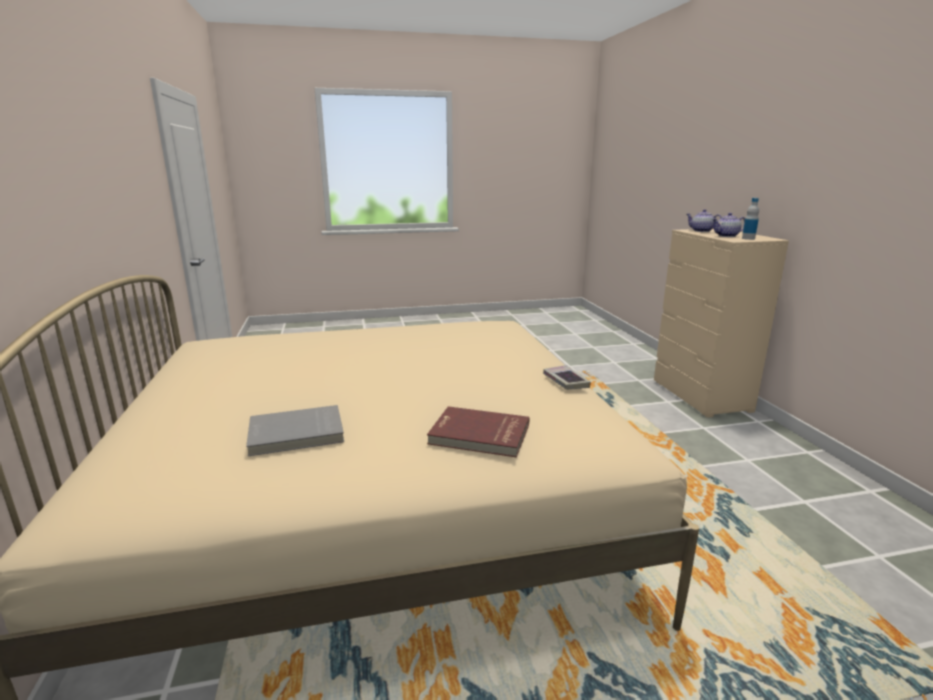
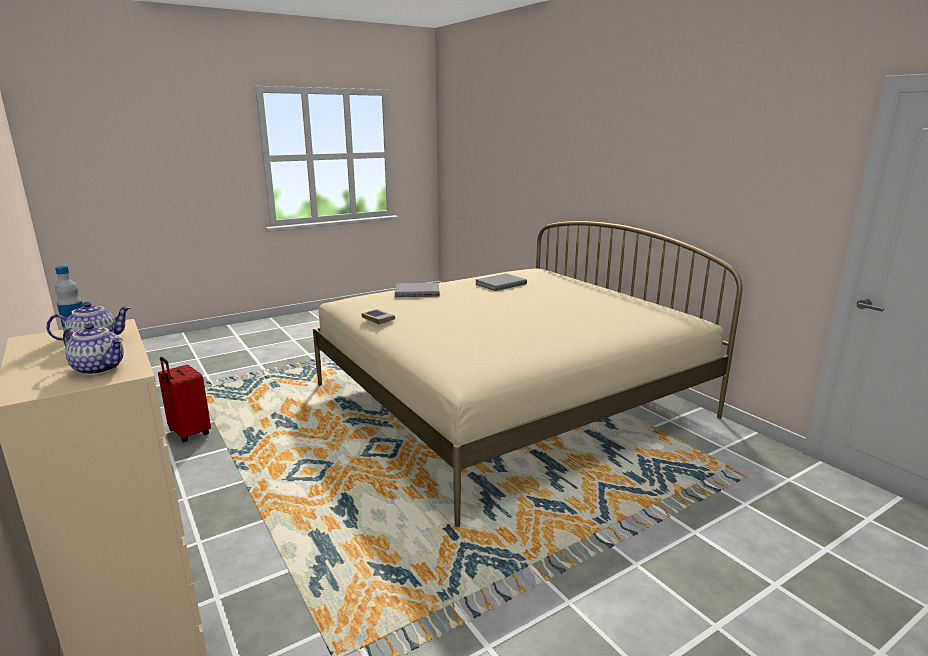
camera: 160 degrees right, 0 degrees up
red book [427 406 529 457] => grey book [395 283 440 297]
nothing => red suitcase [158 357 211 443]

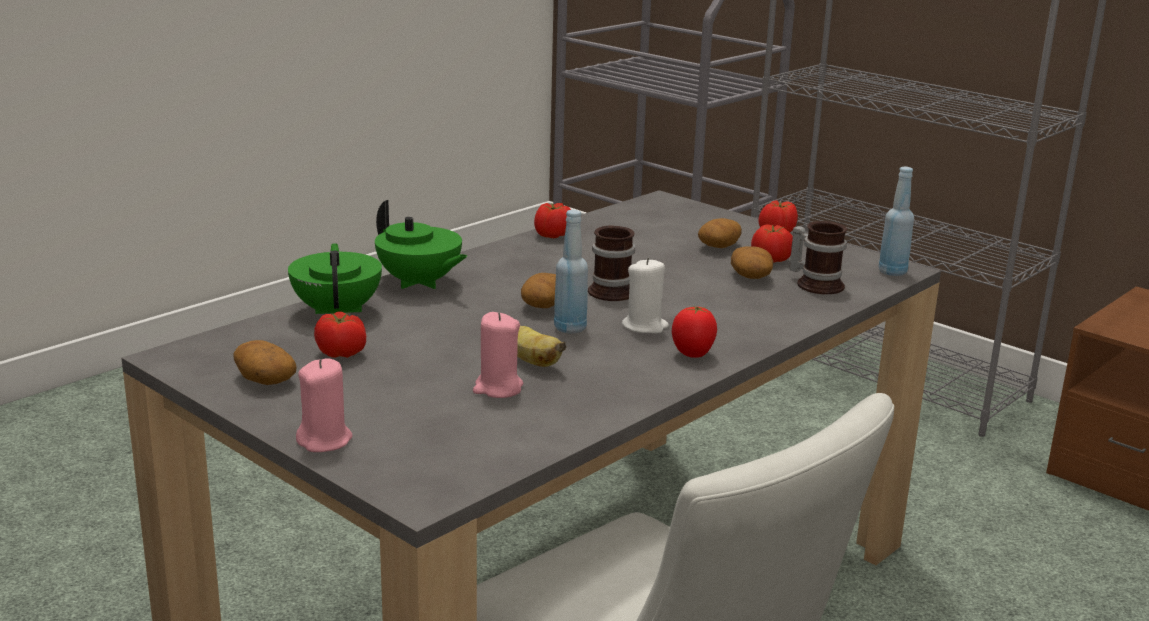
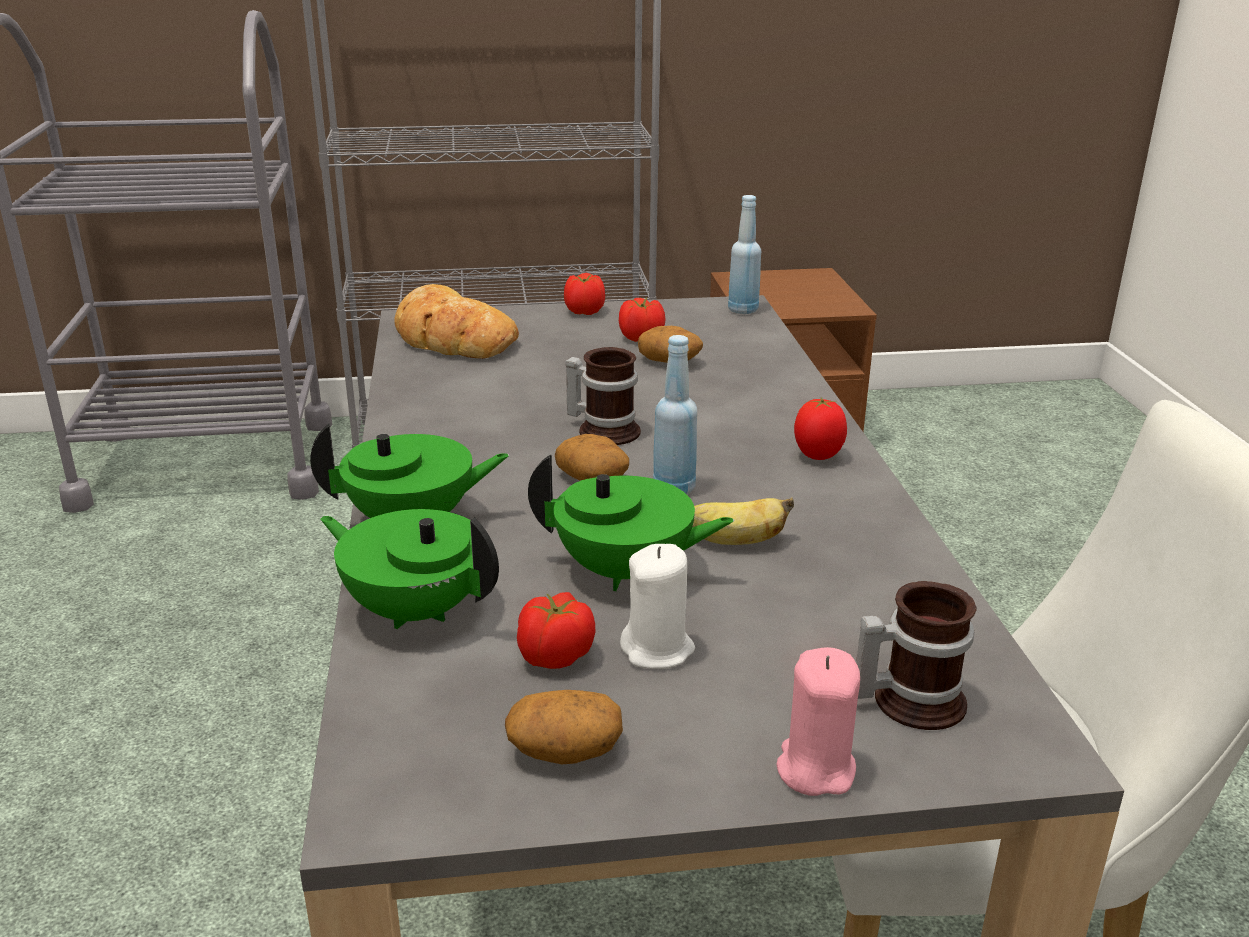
camera: 50 degrees left, 5 degrees up
tomato [534 203 571 238] => nothing
potato [698 218 742 248] => nothing
mug [790 221 847 294] => mug [856 581 977 730], shifted
white candle [622 258 669 334] => white candle [620 544 695 669], shifted
pink candle [473 312 523 398] => nothing
nothing => bread [394 284 519 359]
nothing => green teapot [528 454 735 591]

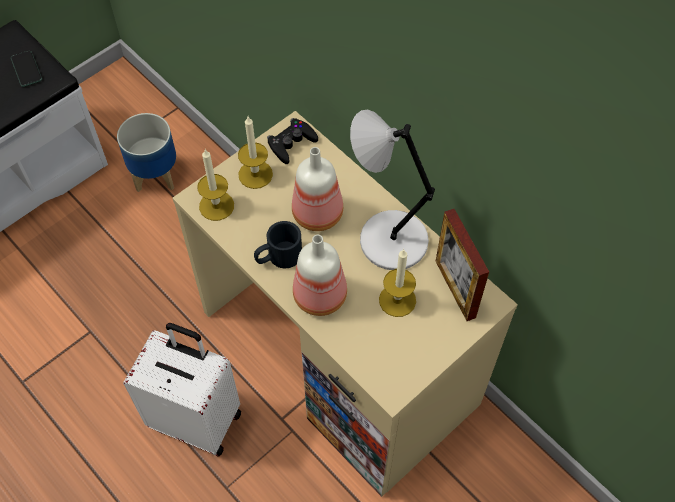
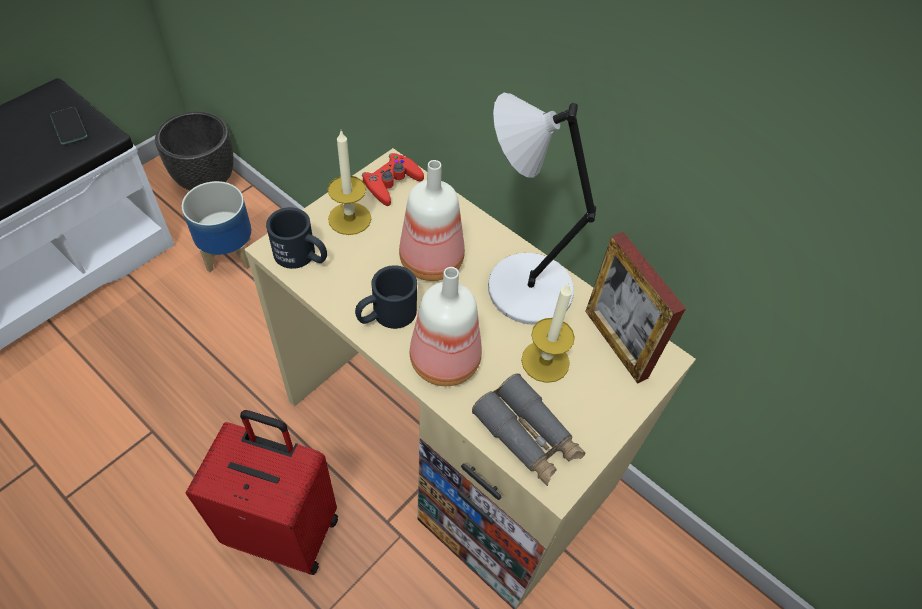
camera: 10 degrees left, 5 degrees down
black game controller [267 118 318 164] => red game controller [362 153 424 206]
candle [197 150 234 221] => black mug [266 207 327 269]
white suitcase [123 323 241 456] => red suitcase [185 410 338 575]
nothing => black planter [155 111 234 190]
nothing => grey binoculars [472 373 586 486]

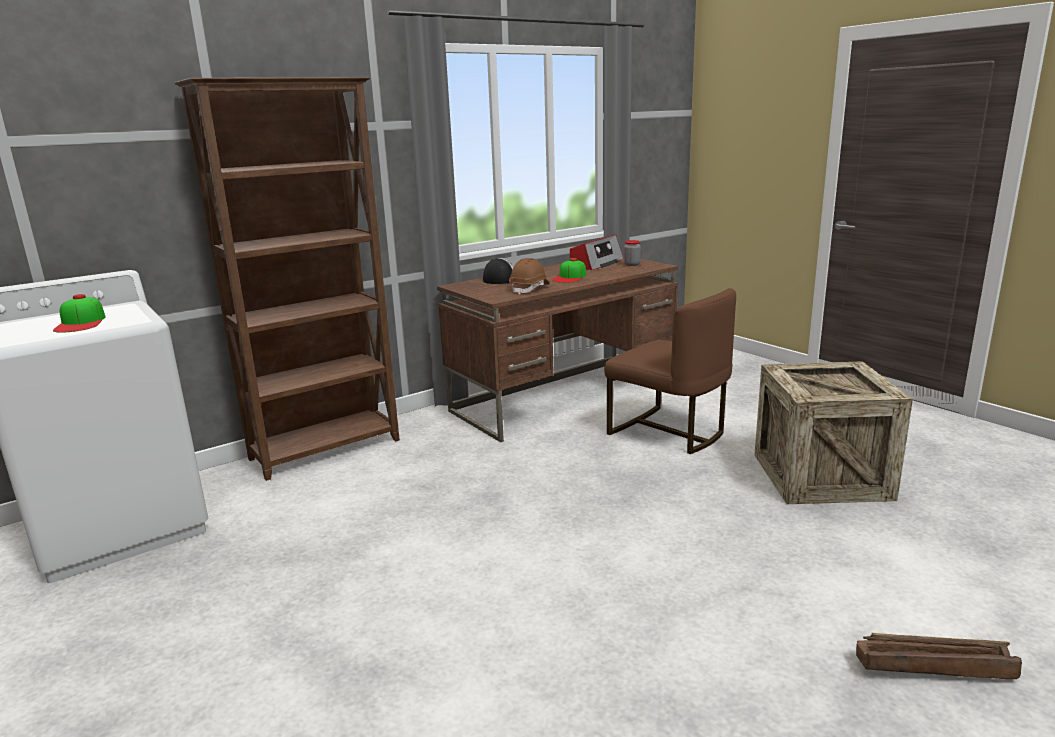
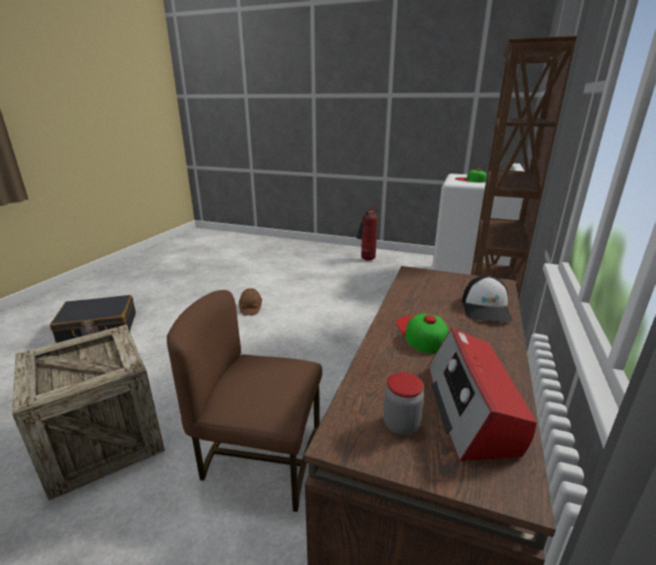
camera: 145 degrees right, 5 degrees up
brown hard hat [509 258 550 295] => brown hard hat [239 288 262 316], shifted
crate [856 633 1022 679] => black suitcase [50 295 136 343]
nothing => fire extinguisher [357 205 378 260]

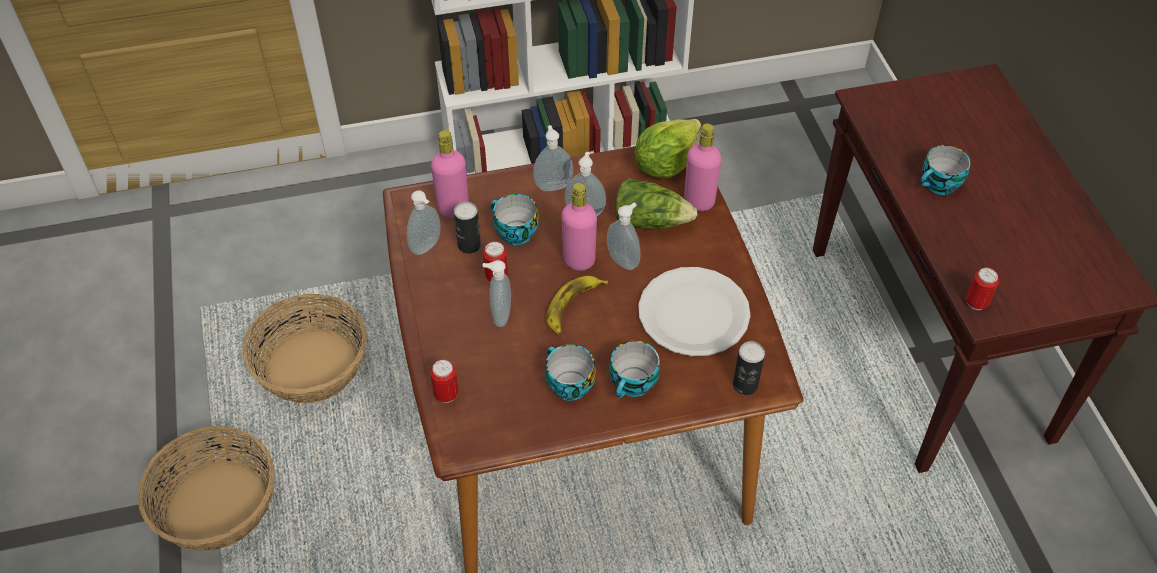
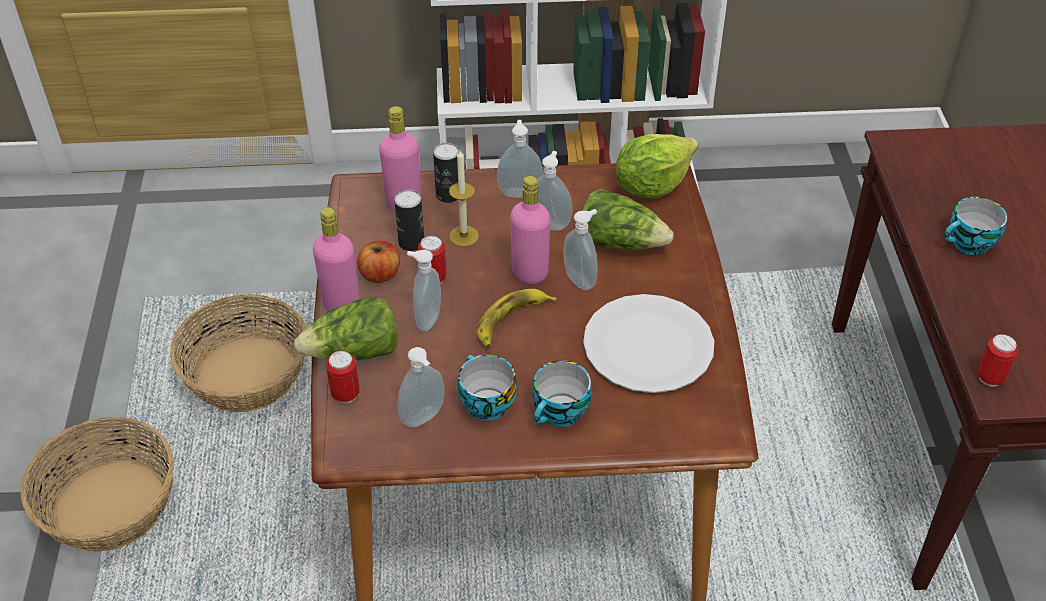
camera: 10 degrees right, 5 degrees down
pink bottle [684 123 722 211] => pink bottle [313 207 359 312], shifted
soap dispenser [407 190 441 255] => soap dispenser [398 347 445 427], shifted
cup [490 194 539 245] => candle [449 150 479 247]
can [733 341 765 395] => can [433 143 459 203], shifted
nothing => apple [357 241 400 283]
nothing => lettuce [294 297 398 360]

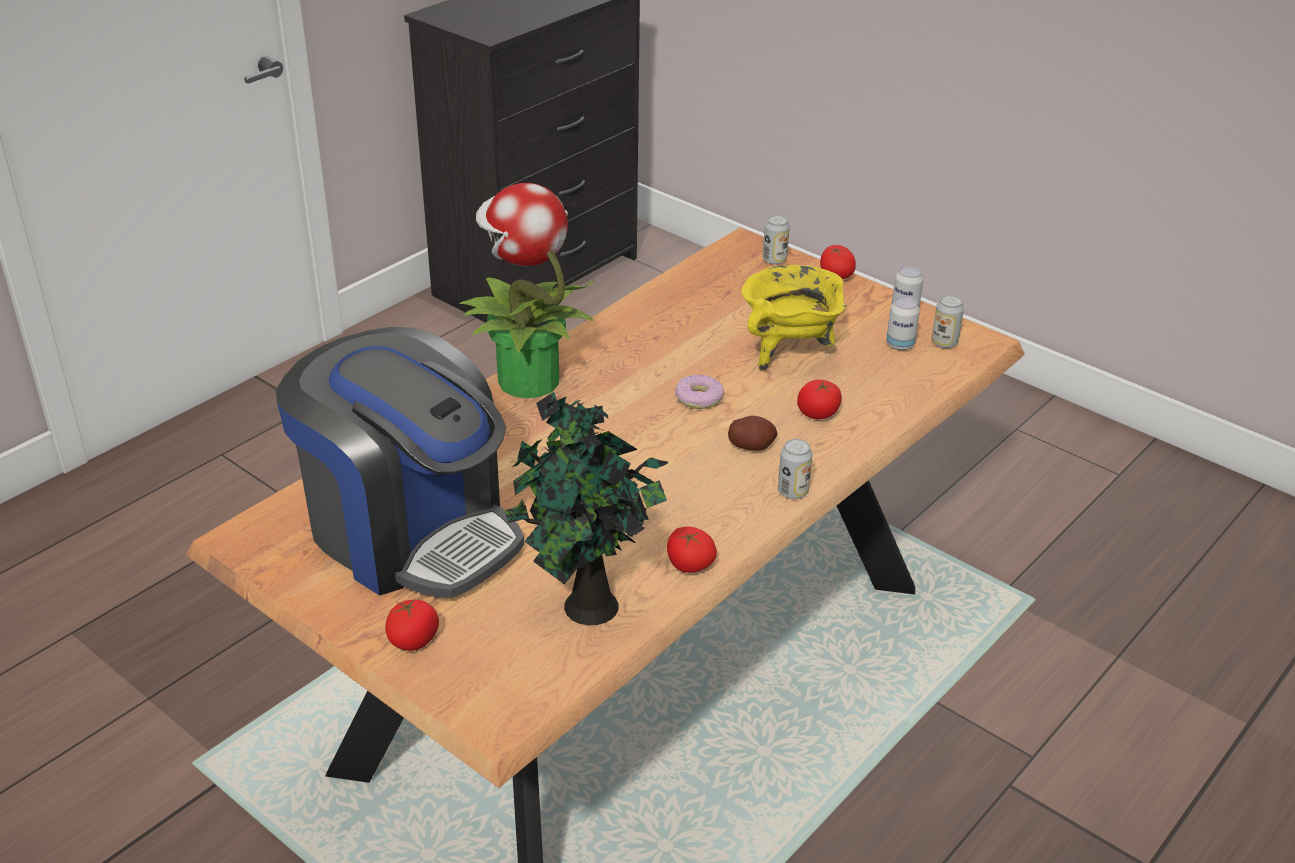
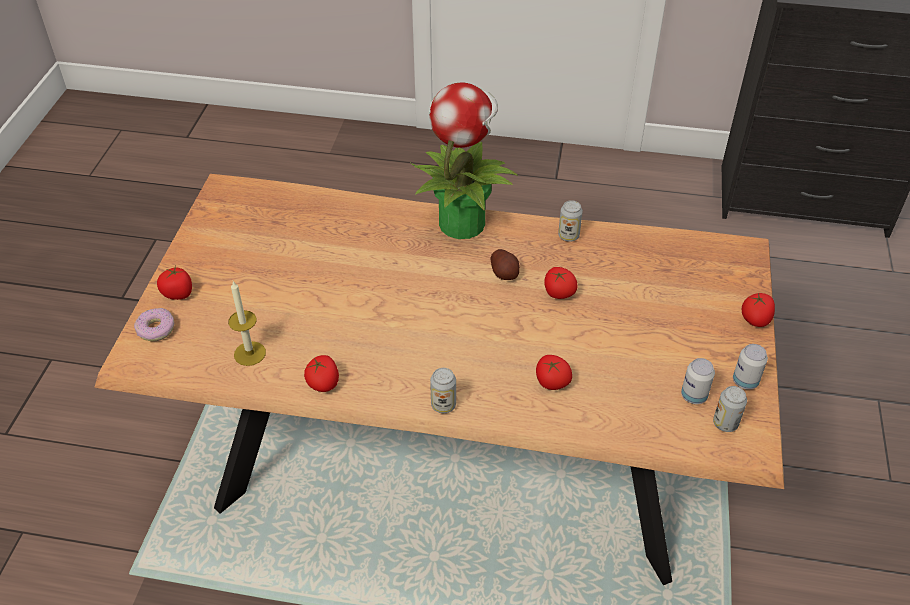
camera: 60 degrees right, 10 degrees up
can [763 215 790 265] => can [558 200 583 242], shifted
yellow cooking pot [741 265 847 371] => nothing
coffee machine [276 327 524 598] => nothing
donut [675 375 724 409] => donut [134 308 174 341], shifted
potted plant [505 392 668 625] => candle [228 281 266 366]
potato [728 416 778 450] => potato [490 249 520 280], shifted
nothing => tomato [544 267 577 299]

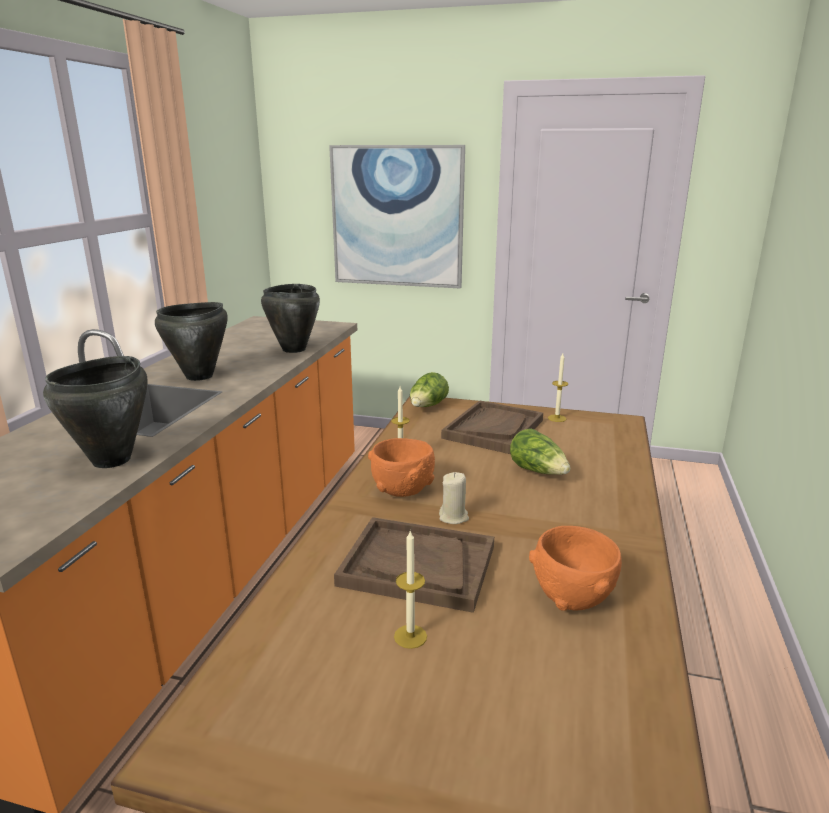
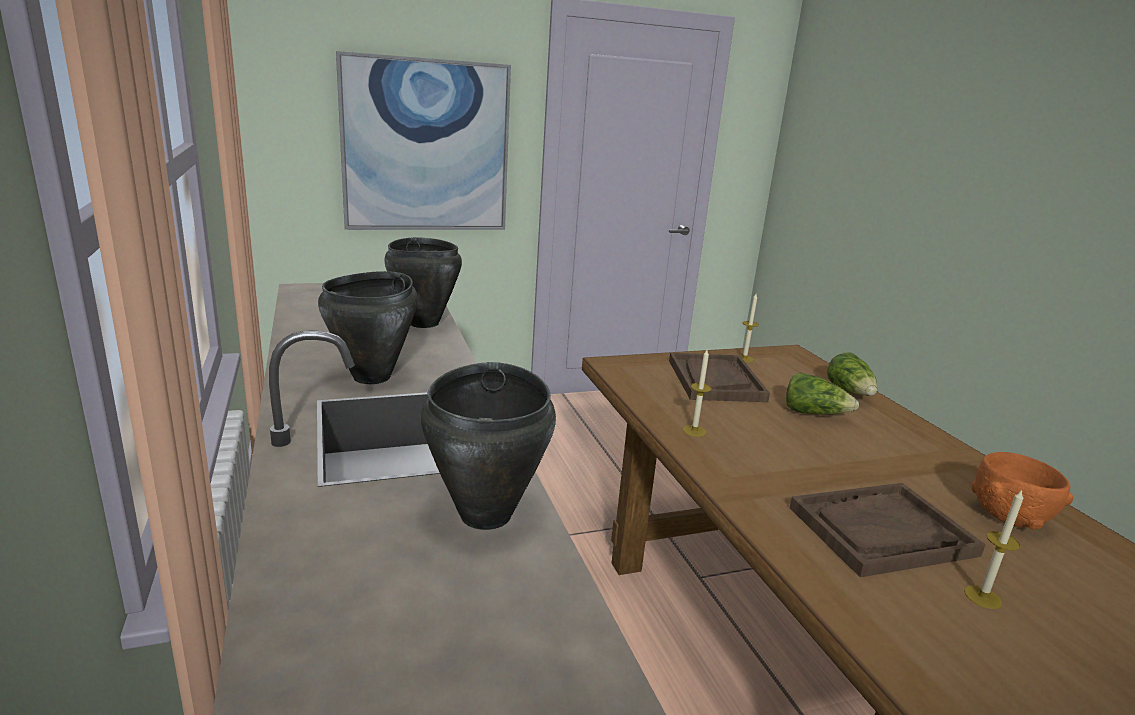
camera: 35 degrees left, 0 degrees up
lettuce [410 372 449 407] => lettuce [827 352 877 396], shifted
orange bowl [368 438 435 497] => nothing
beige candle [439 472 469 524] => nothing

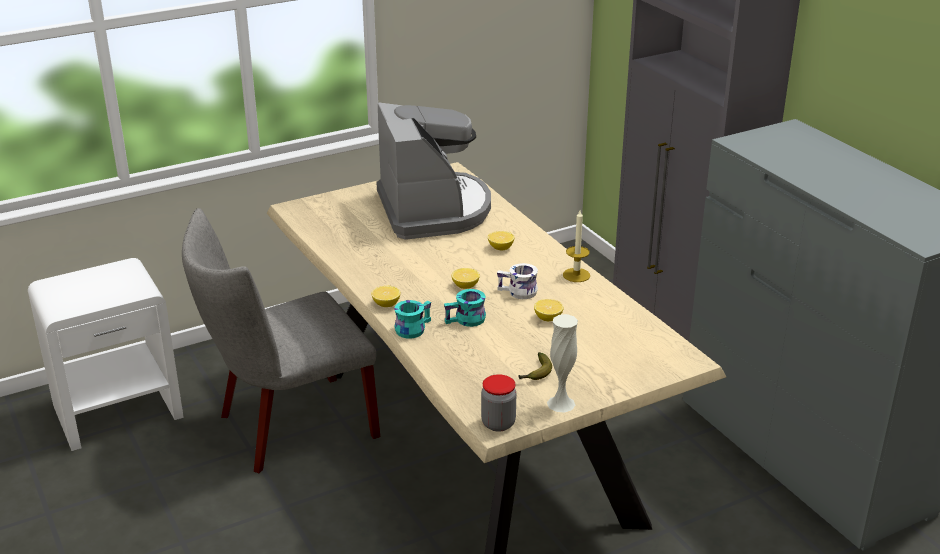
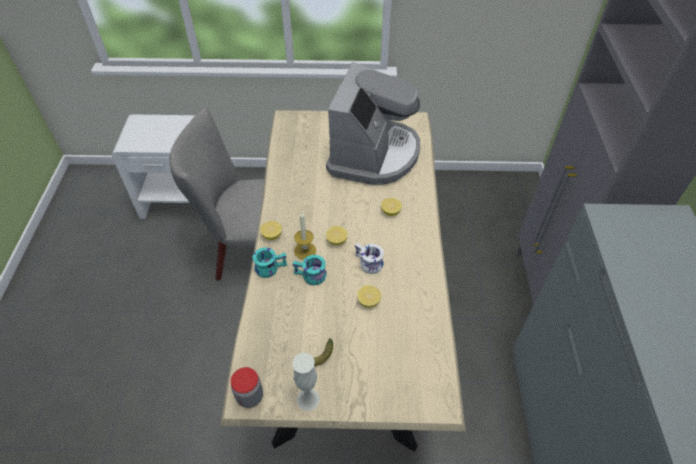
camera: 30 degrees right, 20 degrees up
candle [563 210 590 282] => candle [294 211 316 260], shifted

